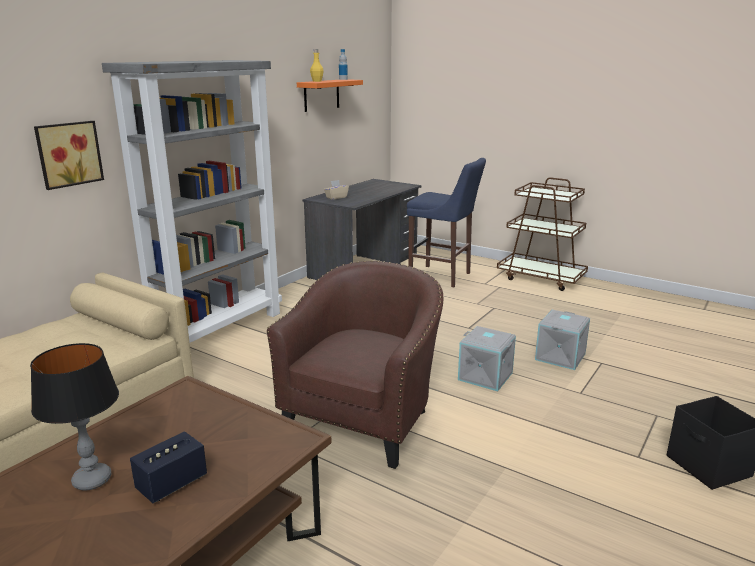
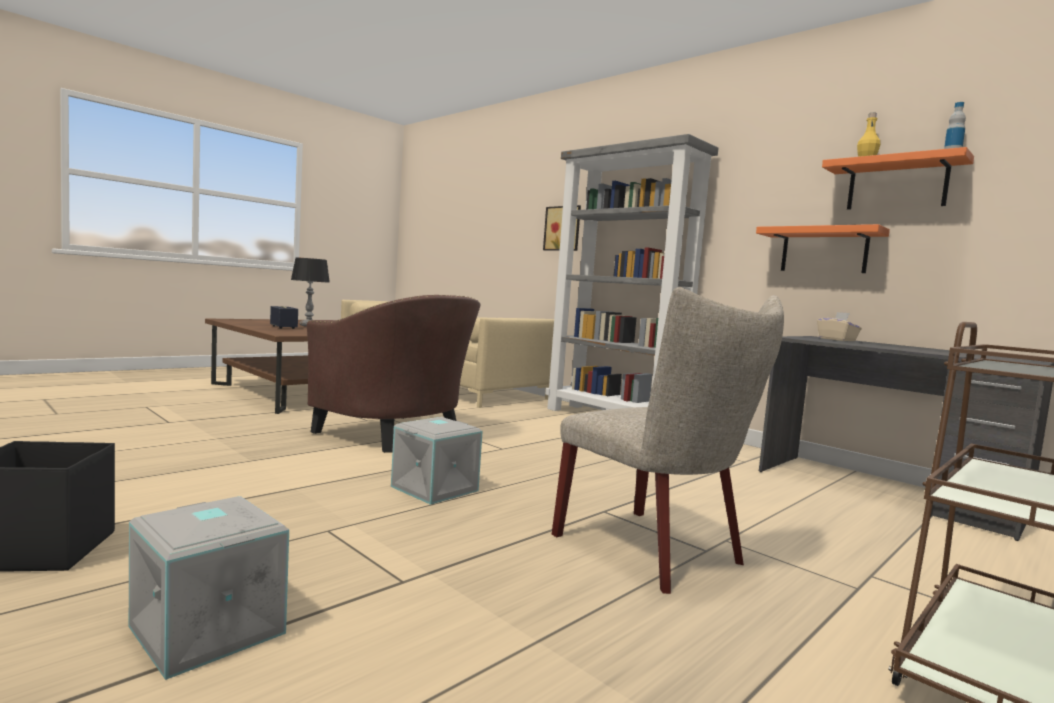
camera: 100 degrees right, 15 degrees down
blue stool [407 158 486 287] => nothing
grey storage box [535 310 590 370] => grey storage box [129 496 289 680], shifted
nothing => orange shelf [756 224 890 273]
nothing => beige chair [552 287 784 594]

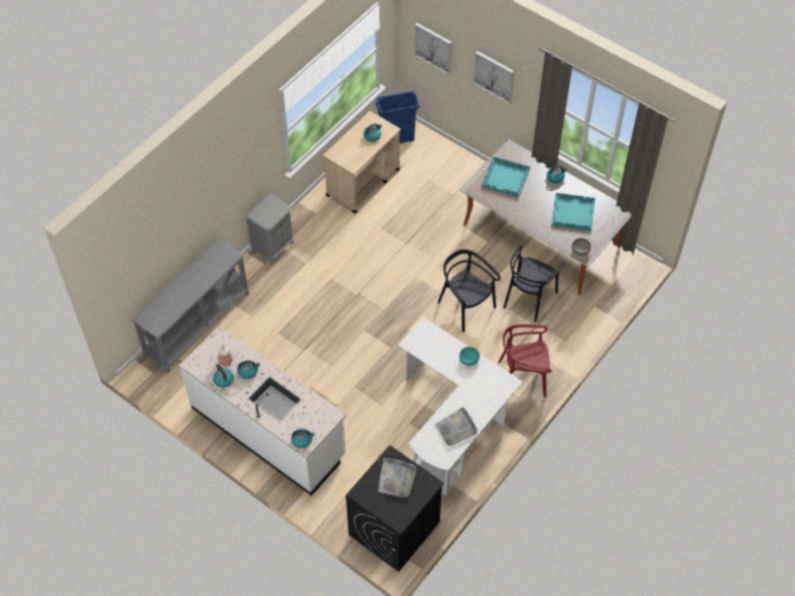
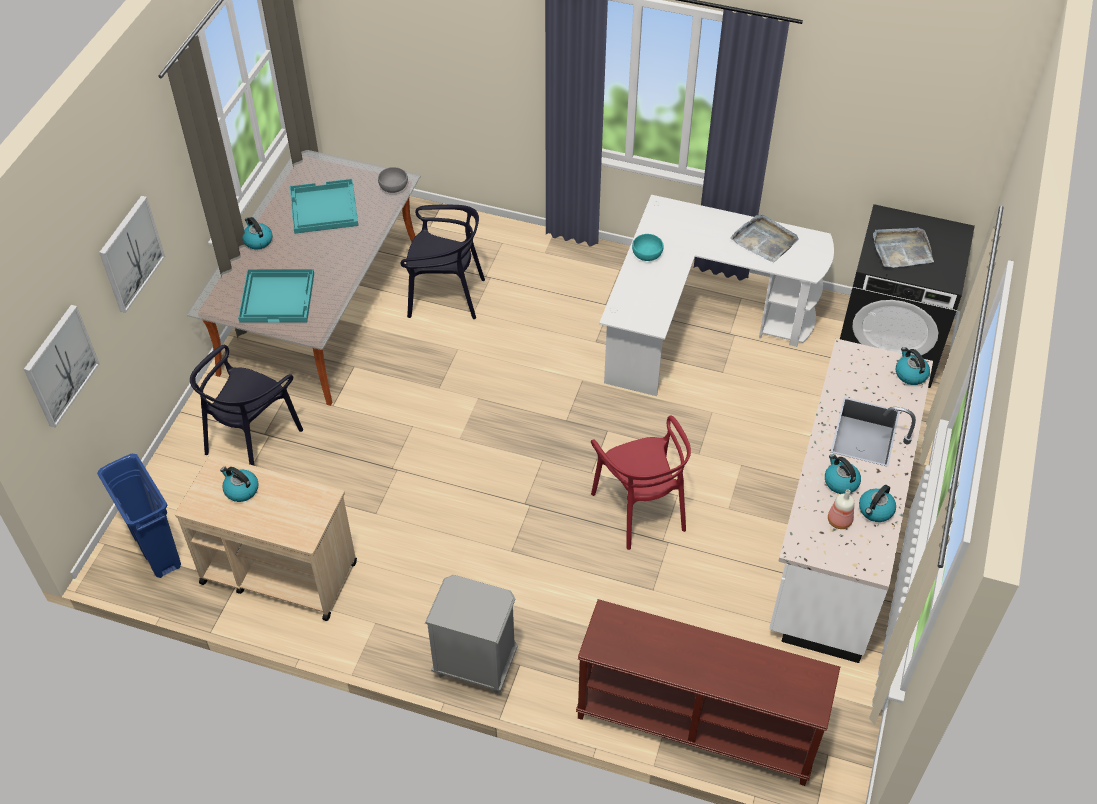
camera: 110 degrees left, 5 degrees down
grey console table [132 239 249 373] => brown console table [576 599 840 786]
black chair [438 249 501 332] => black chair [190 345 303 465], shifted
red chair [498 324 552 397] => red chair [591 416 691 550], shifted

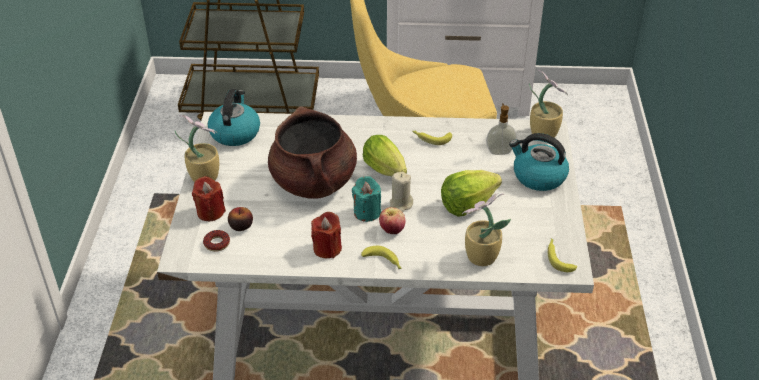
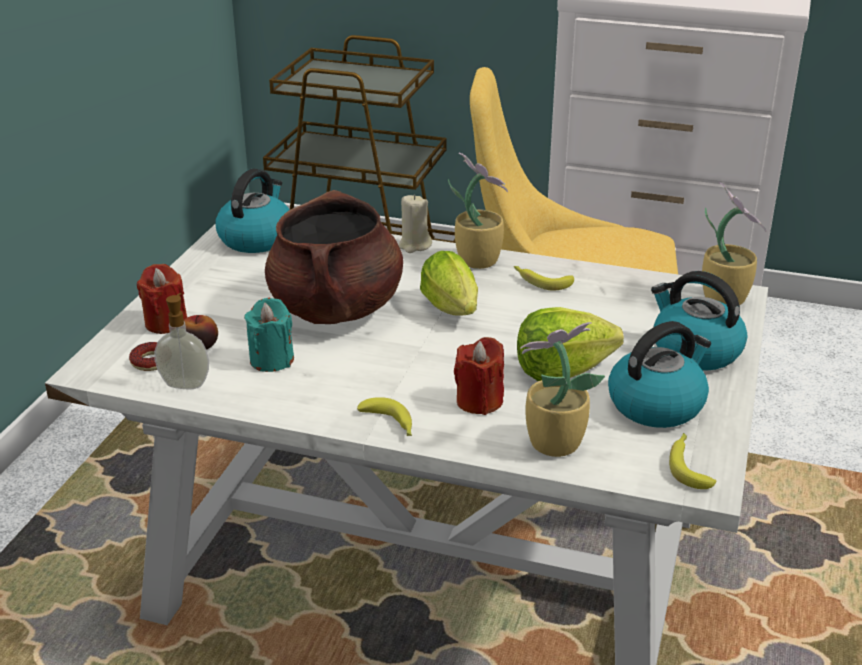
camera: 15 degrees right, 10 degrees down
soap dispenser [486 103 517 155] => soap dispenser [154 293 209 389], shifted
potted plant [175 115 219 182] => potted plant [448 153 508 269], shifted
beige candle [390 172 413 212] => beige candle [398 195 432 253], shifted
turquoise candle [352 176 381 222] => turquoise candle [244 298 294 372], shifted
apple [379 207 406 234] => nothing
red candle [311 212 342 258] => red candle [454 337 504 415], shifted
nothing => kettle [608 321 711 428]

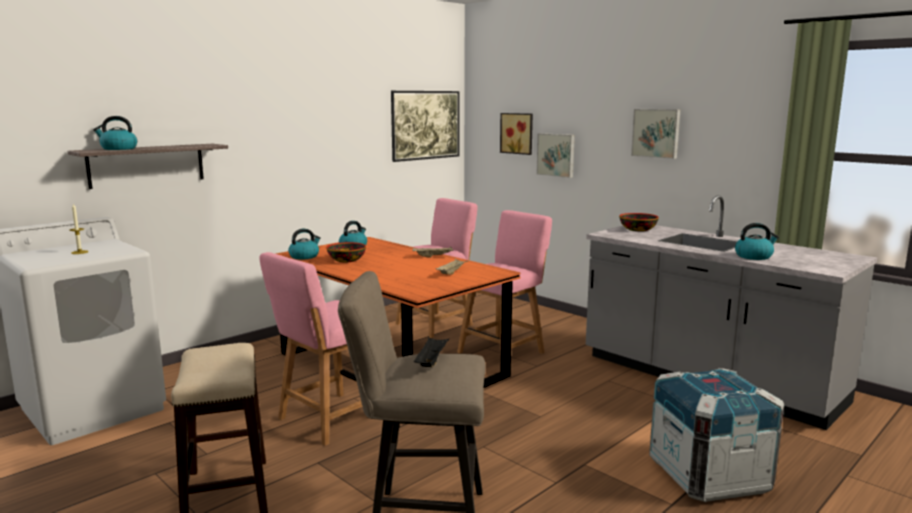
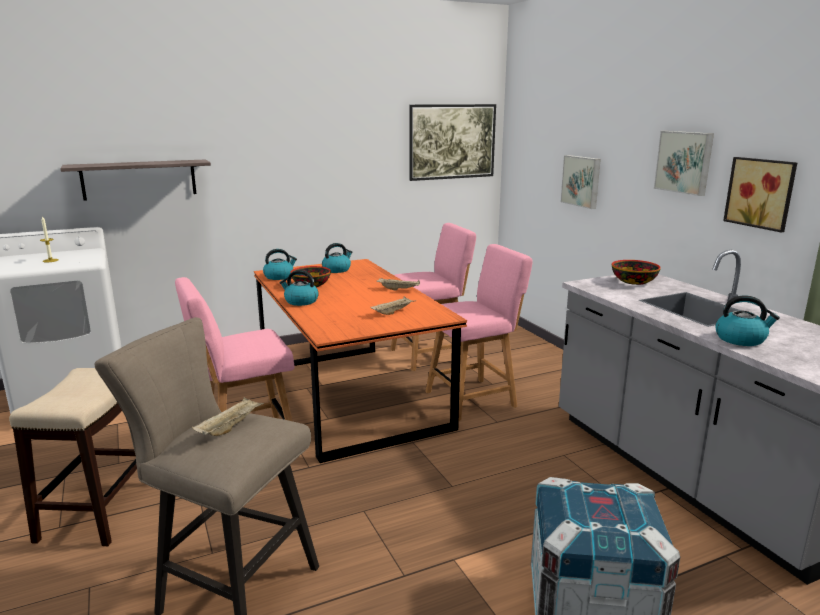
camera: 20 degrees right, 5 degrees up
picture [500 113 533 155] => picture [723 157 797 233], shifted
kettle [93 116 137 150] => kettle [280 270 319 306], shifted
black tray [414 337 449 367] => beige tray [192 397 264 436]

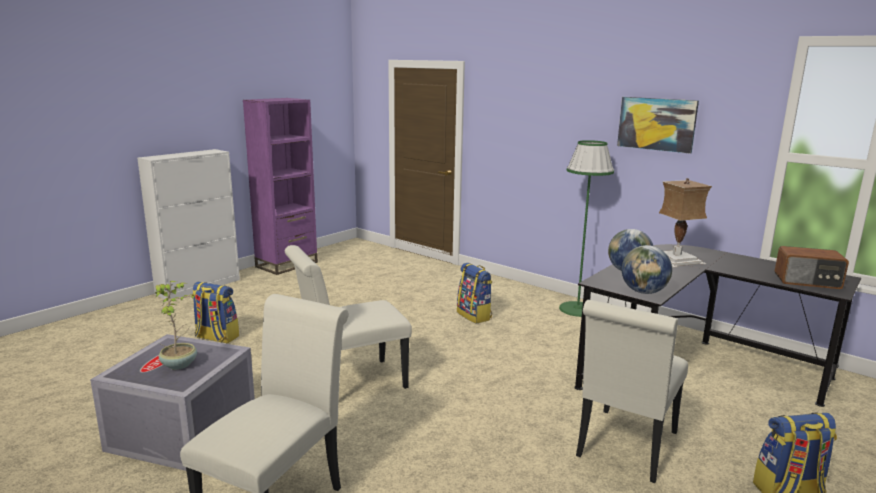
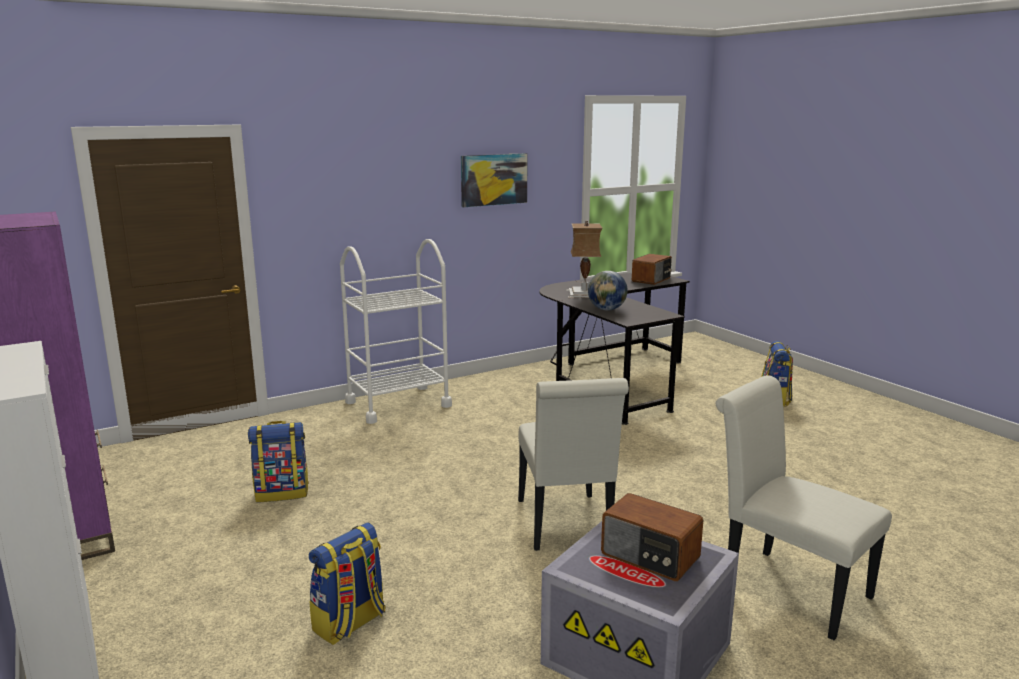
camera: 70 degrees left, 0 degrees up
green floor lamp [559 140 614 317] => nothing
globe [622 245 672 294] => nothing
backpack [457 263 492 324] => backpack [248 421 309 502], shifted
potted plant [155 281 197 370] => radio [601 493 703 581]
white chair [576 300 688 483] => nothing
nothing => white cart [340 239 452 424]

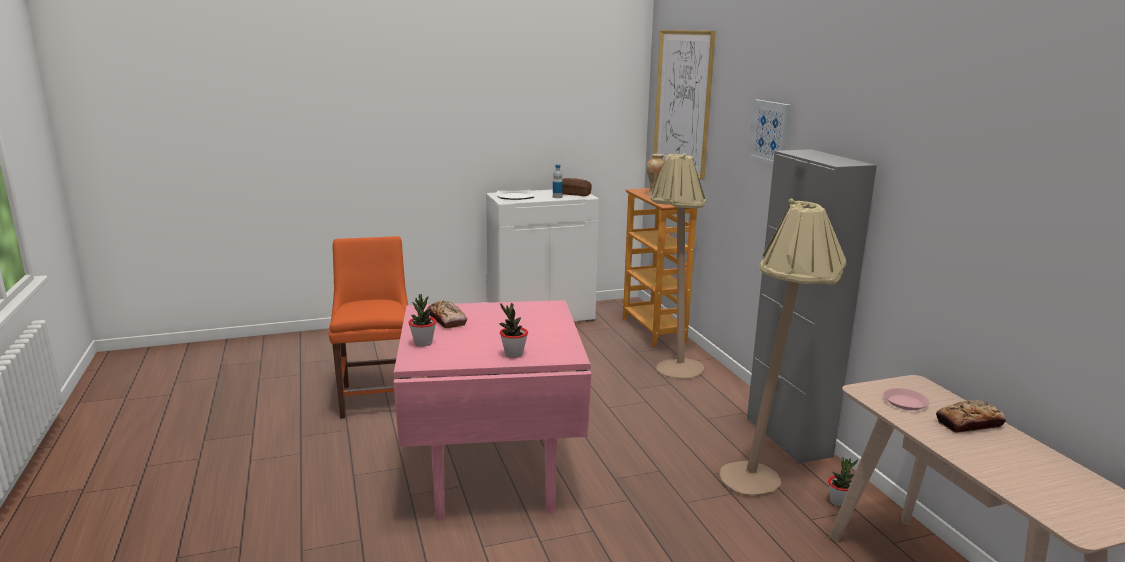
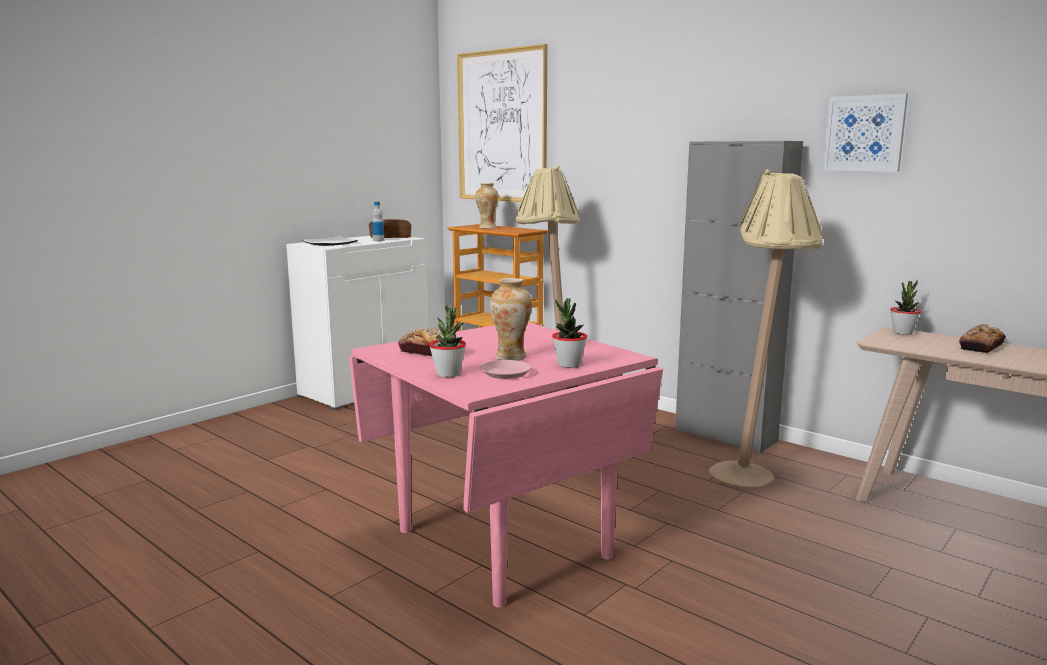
camera: 30 degrees left, 5 degrees down
picture [749 100 792 164] => picture [823 94 908 172], shifted
orange chair [329 236 408 419] => nothing
pink plate [884 388 930 410] => pink plate [481 360 532 379], shifted
potted plant [828 457 858 506] => potted plant [890 280 921 335], shifted
nothing => vase [490 278 532 360]

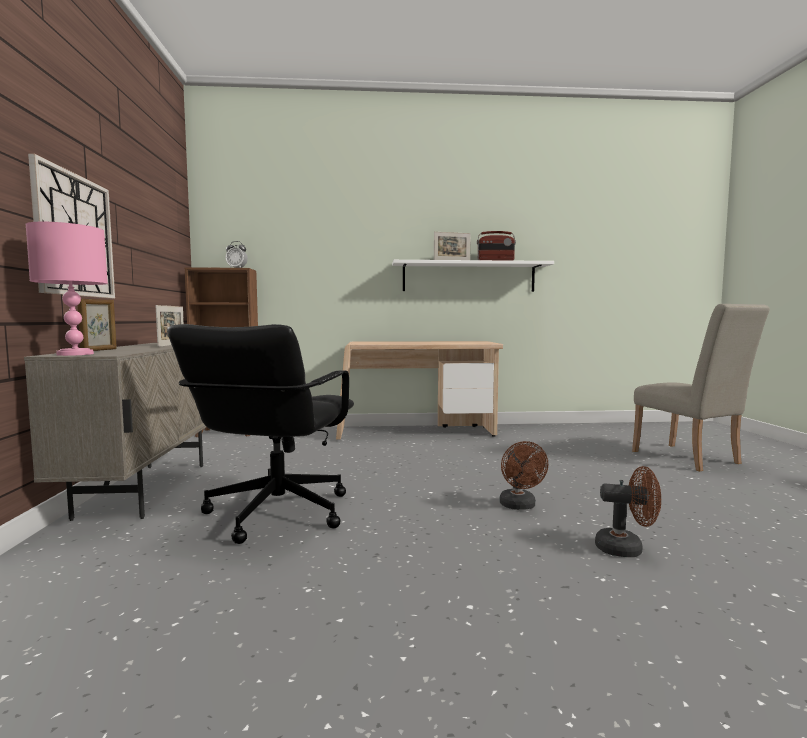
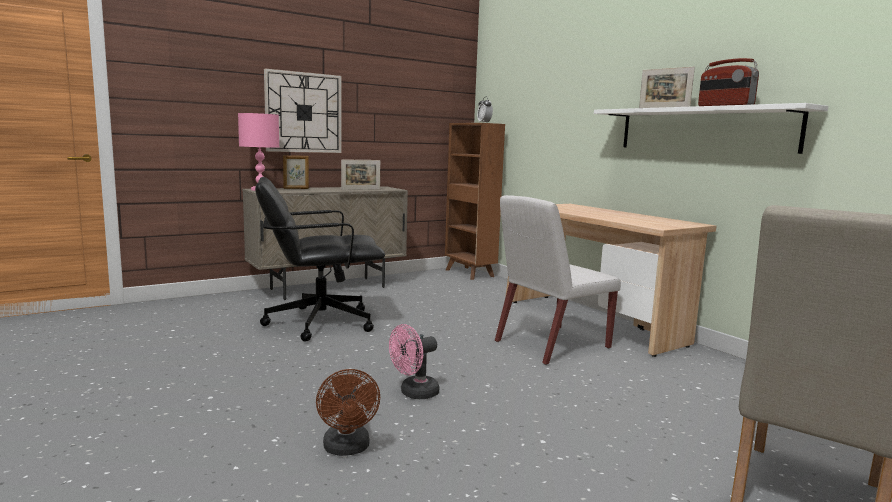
camera: 60 degrees right, 5 degrees up
brown fan [500 441 548 510] => pink fan [389 324 439 399]
nothing => white chair [495 195 621 365]

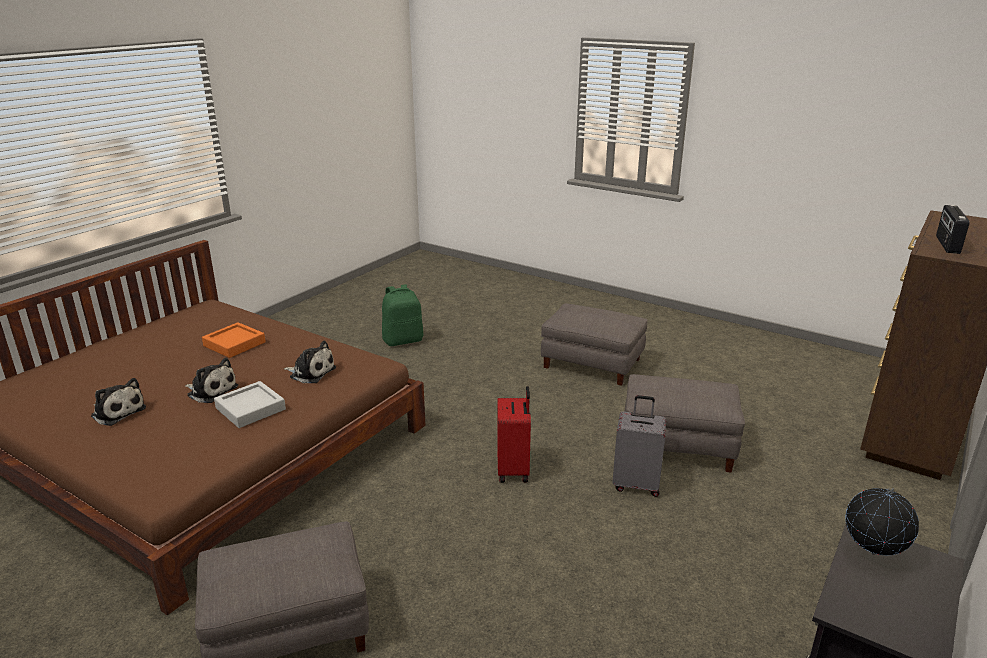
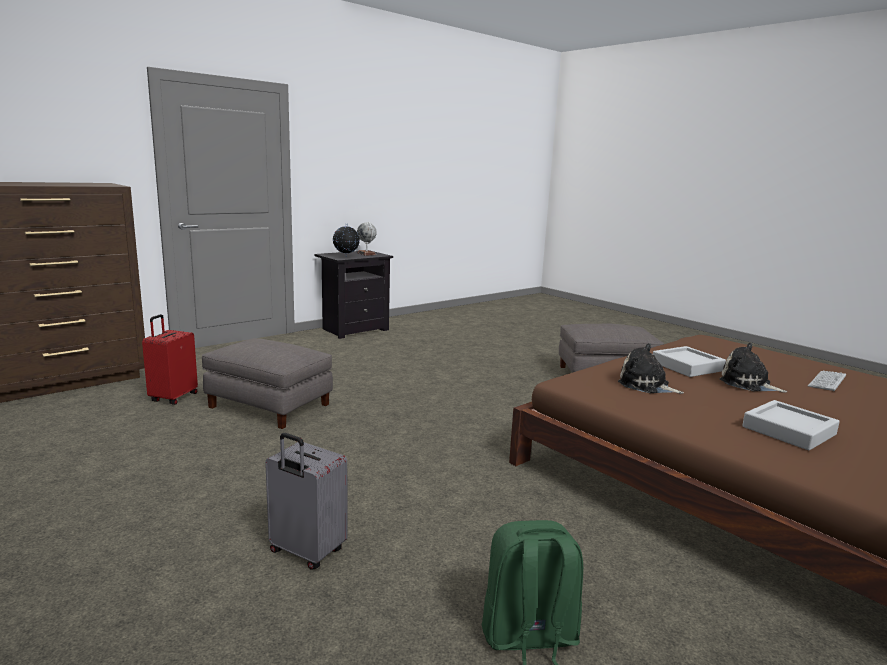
camera: 165 degrees left, 10 degrees down
radio [936 205 970 254] => nothing
grey ottoman [541 303 648 386] => nothing
orange tray [202 322 266 358] => grey tray [742 400 840 450]
plush toy [91 378 146 426] => keyboard [808 371 846 391]
red suitcase [497 386 531 483] => red suitcase [142 314 198 405], shifted
grey suitcase [612 395 666 497] => grey suitcase [265 433 348 570], shifted
nothing => globe [357 222 377 256]

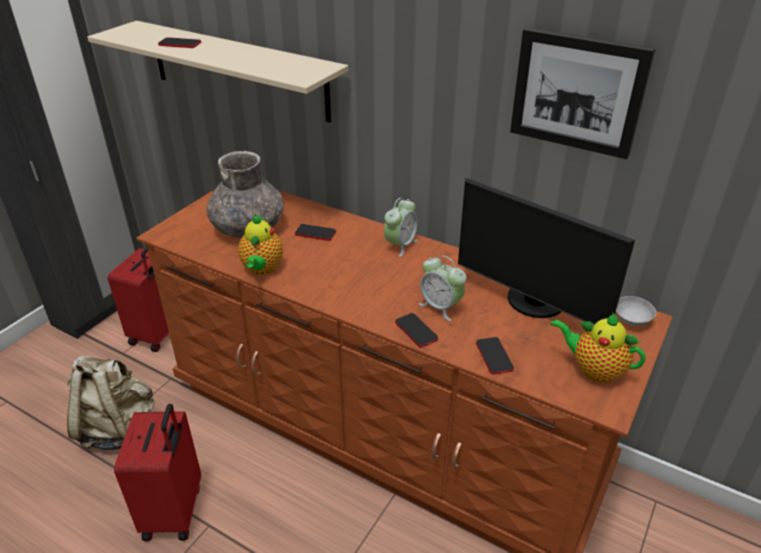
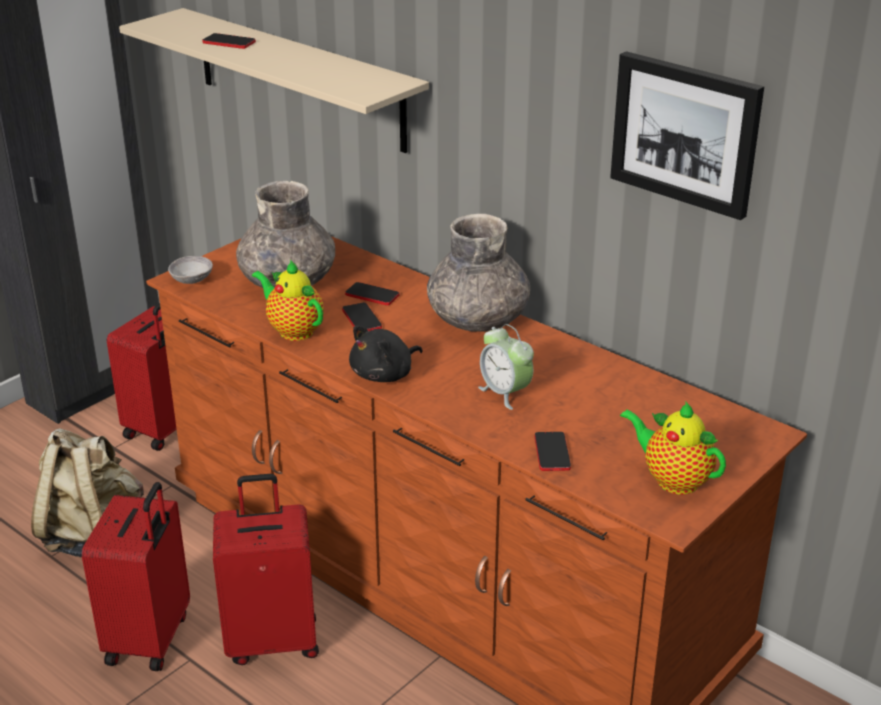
camera: 10 degrees right, 5 degrees down
monitor [458 178 635 325] => nothing
alarm clock [384 198 418 257] => grey vase [427 214 530 332]
teapot [238 214 283 275] => teapot [252 260 324 341], 120 degrees clockwise
grey bowl [616 296 657 326] => grey bowl [168 256 213 284], shifted
phone [395 313 438 348] => phone [342 302 382 331], shifted
nothing => black plush toy [349 325 423 382]
nothing => red suitcase [213 474 319 665]

